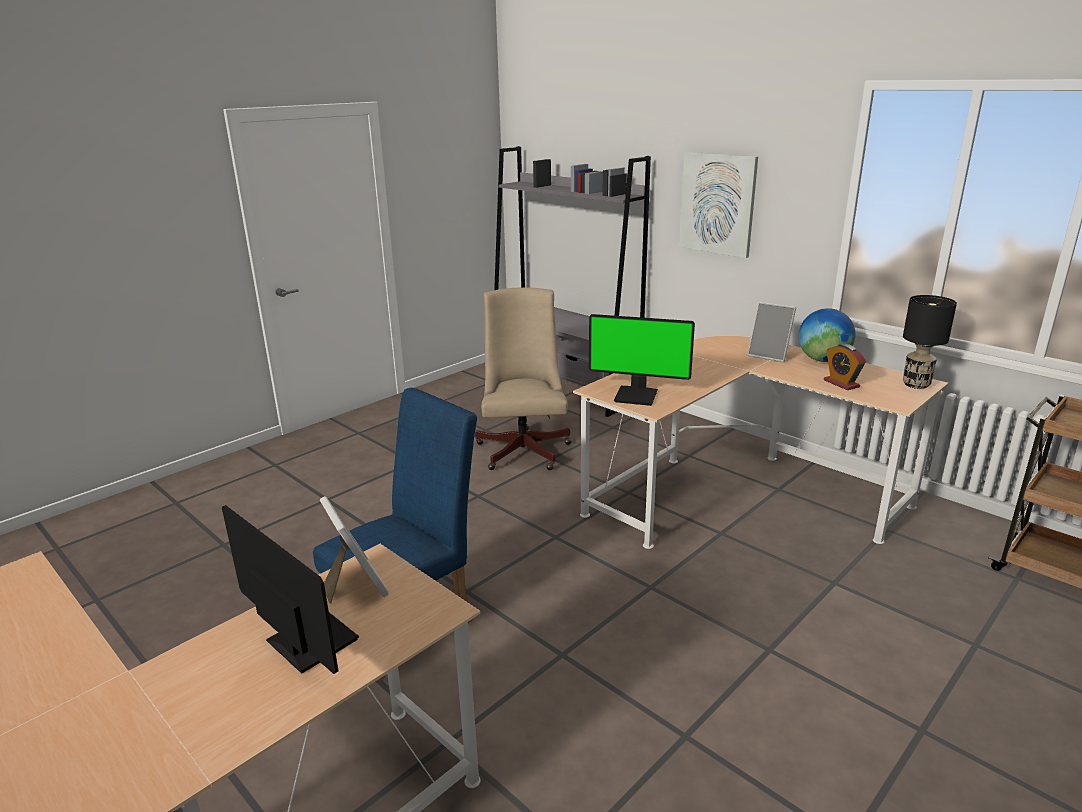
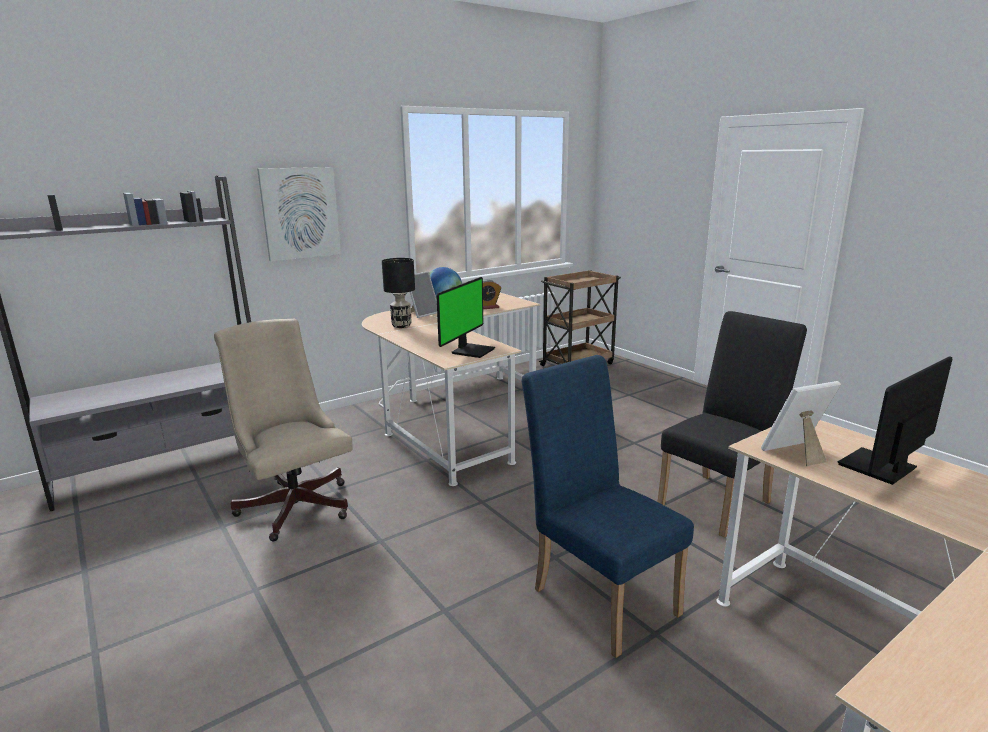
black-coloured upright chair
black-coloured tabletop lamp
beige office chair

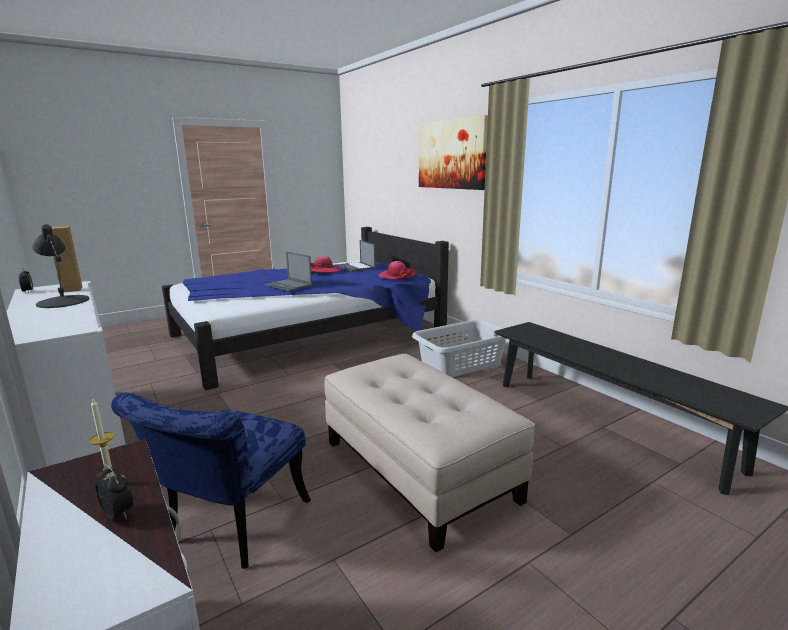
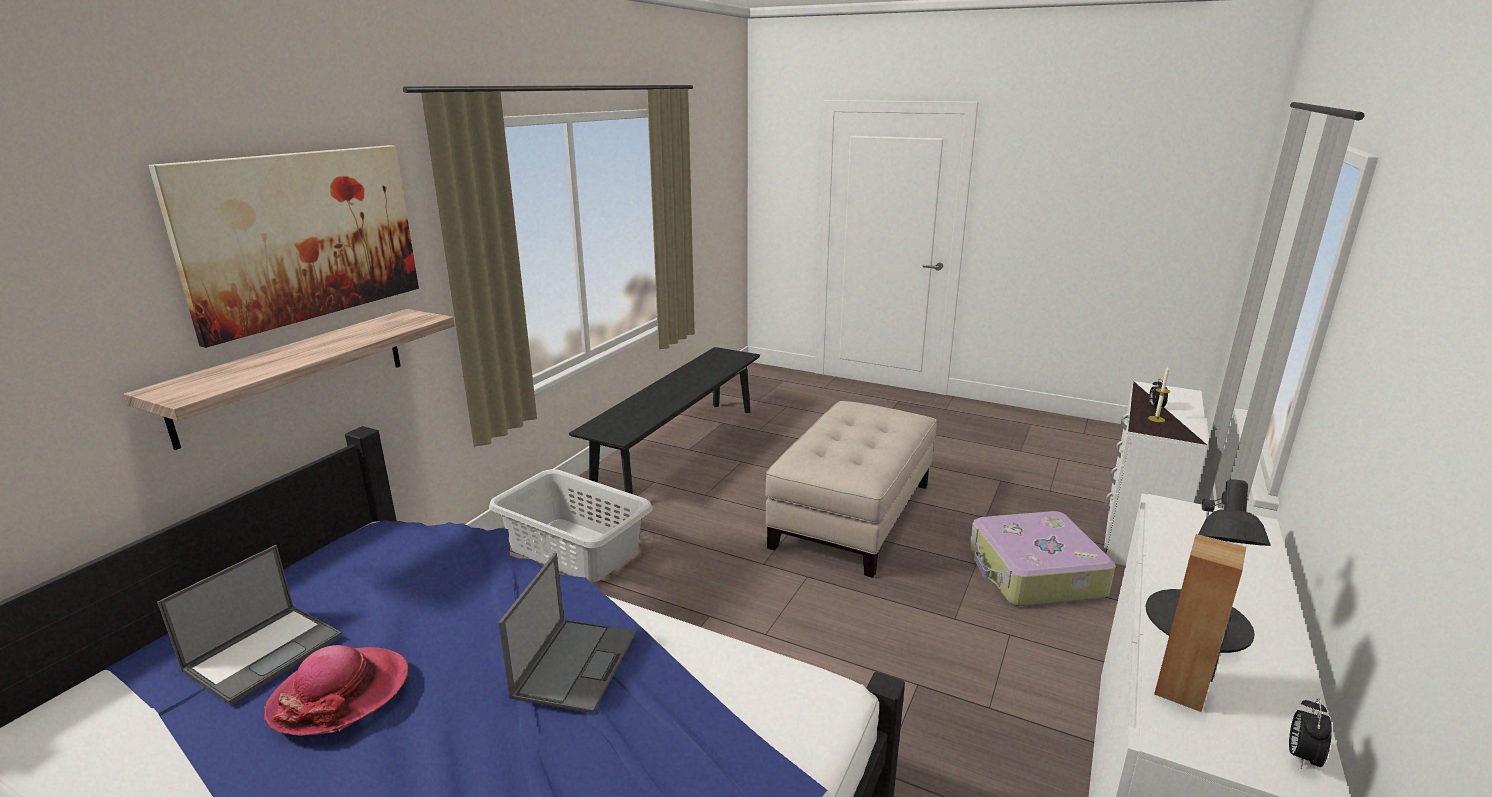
hat (no. 2 from left in the first image)
bracket shelf
travel case

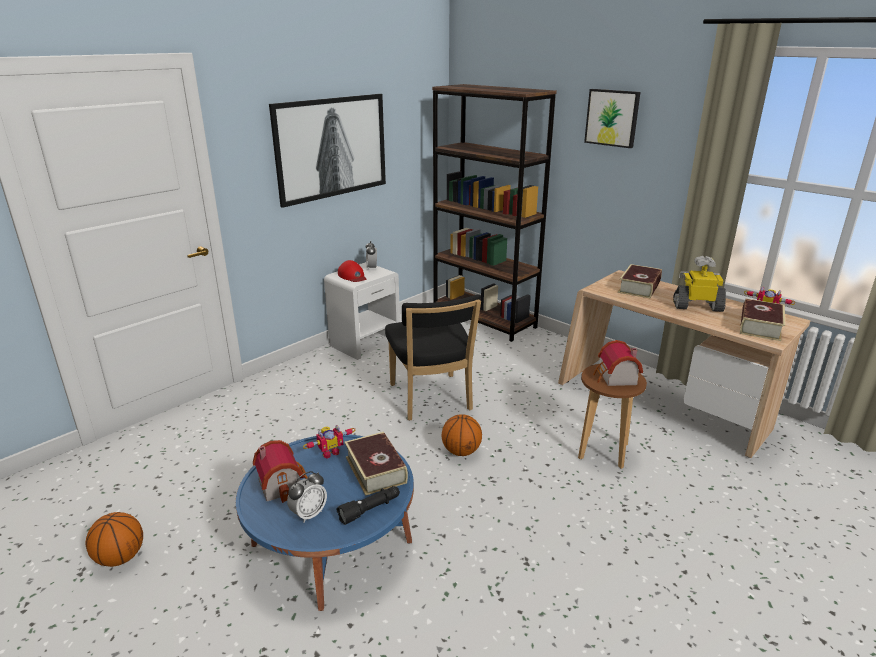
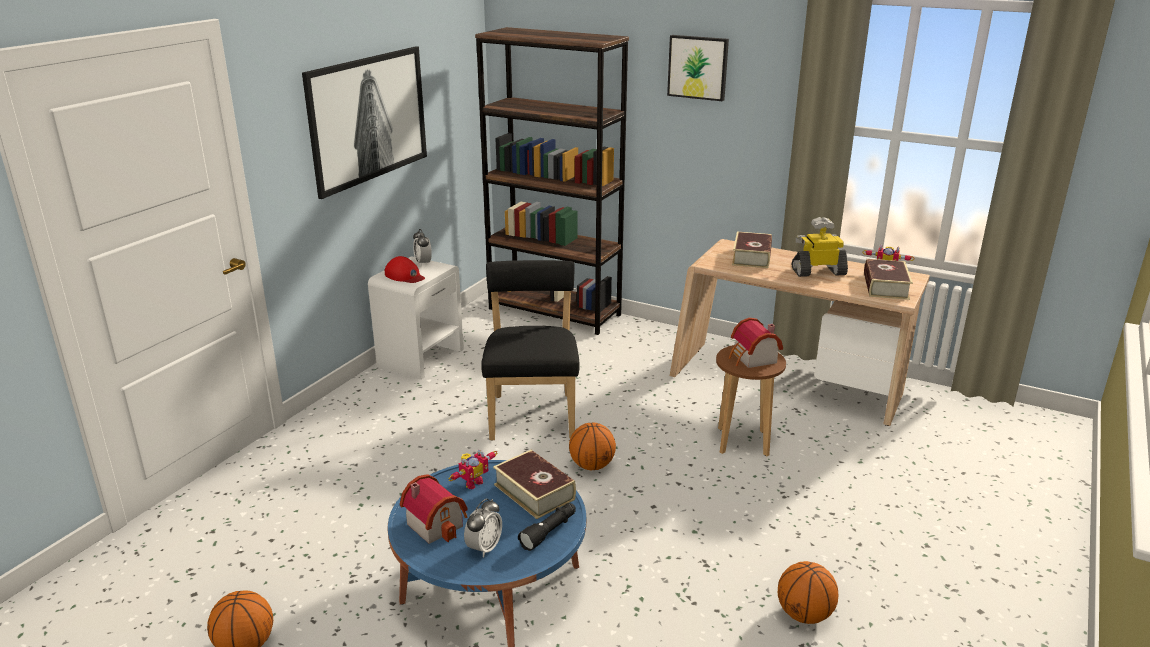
basketball (no. 3 from left)
black-coloured upright chair

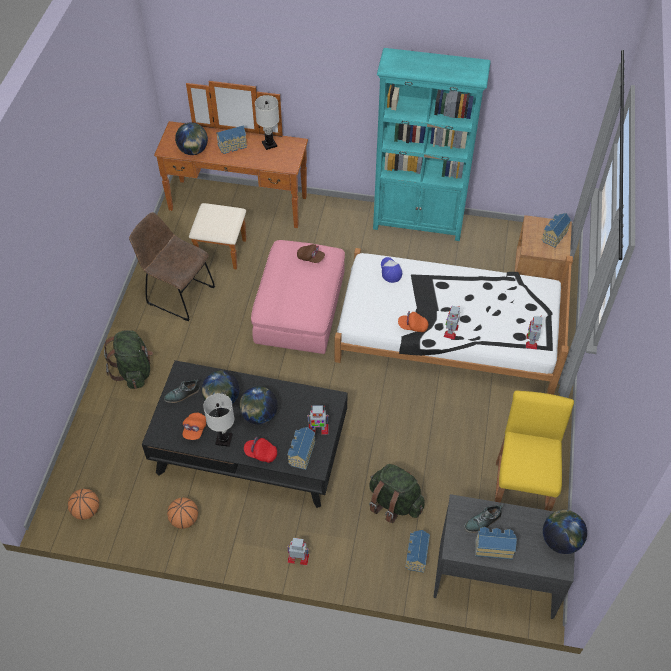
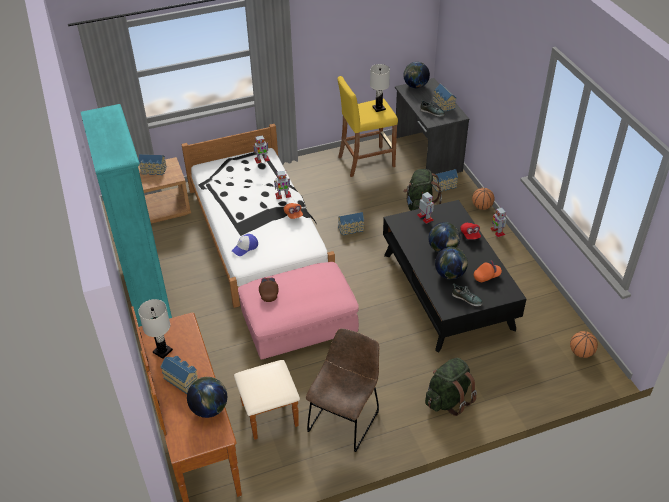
basketball (no. 1 from left)
white tabletop lamp (no. 2 from left)
model house (no. 3 from left)
brown upright chair

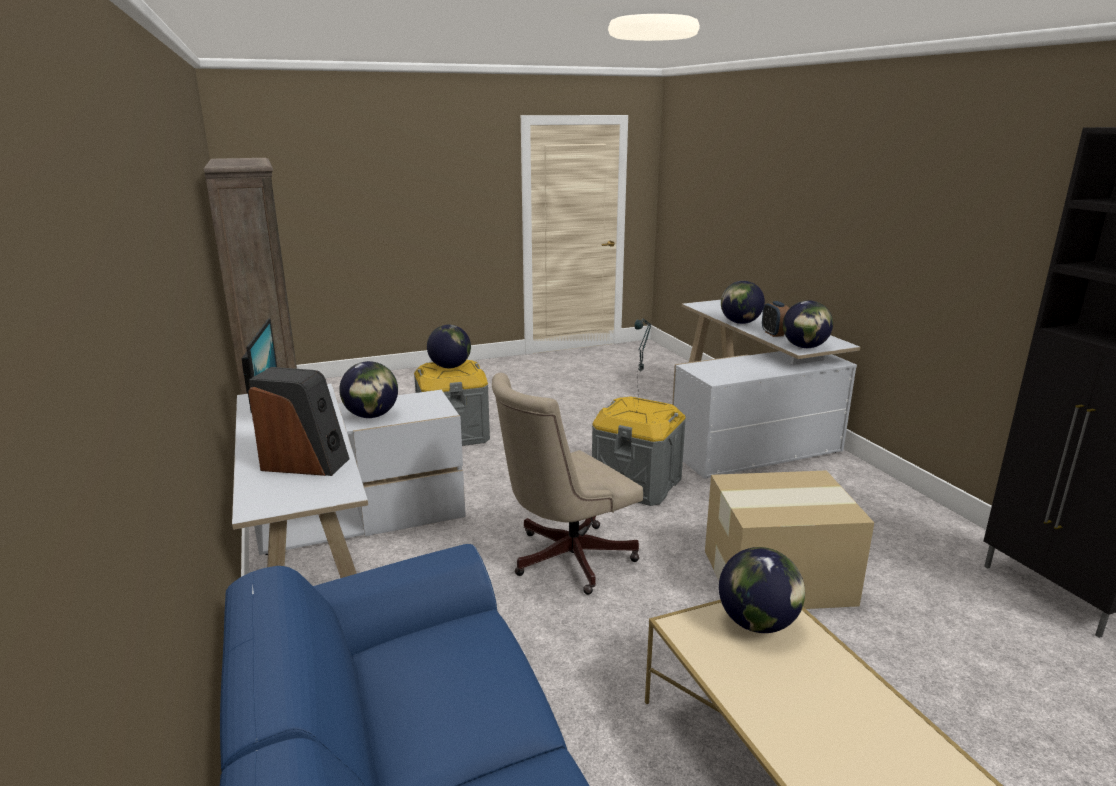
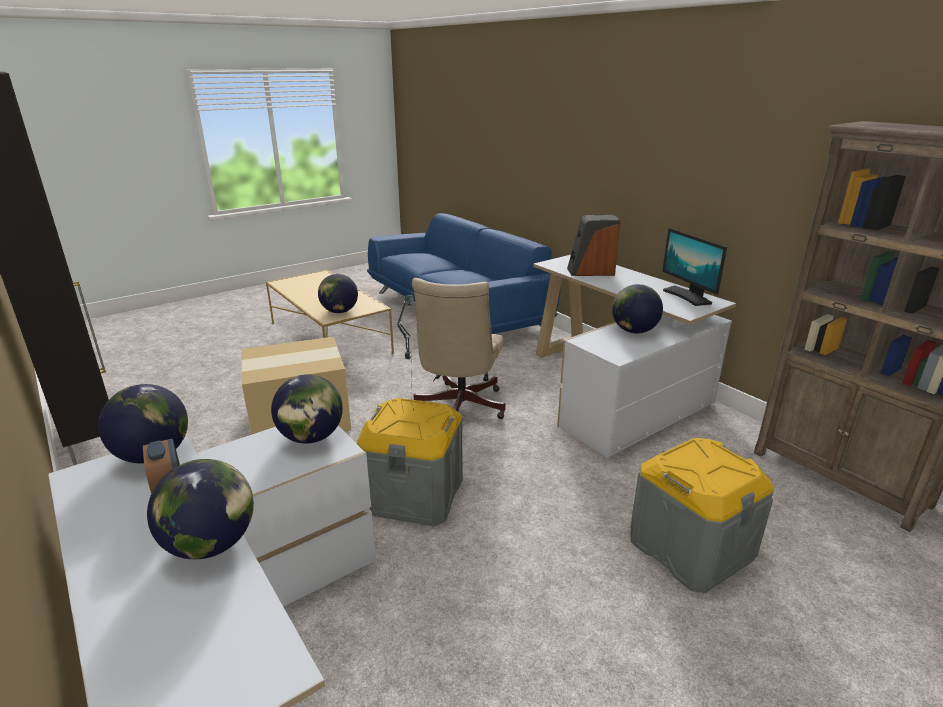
desk globe (no. 3 from left)
beige office chair

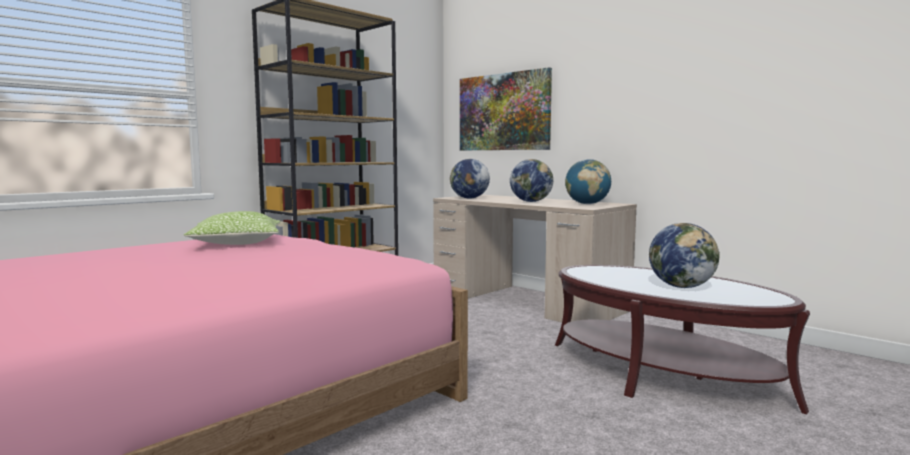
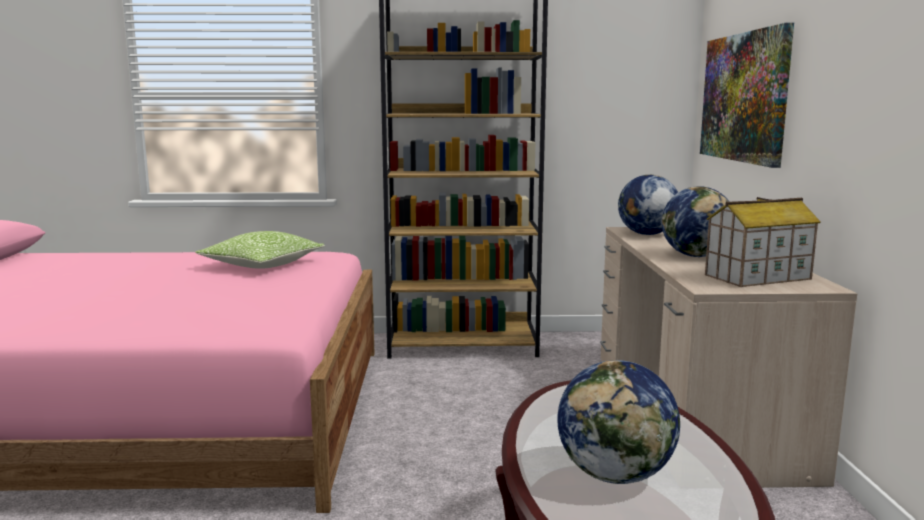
model house

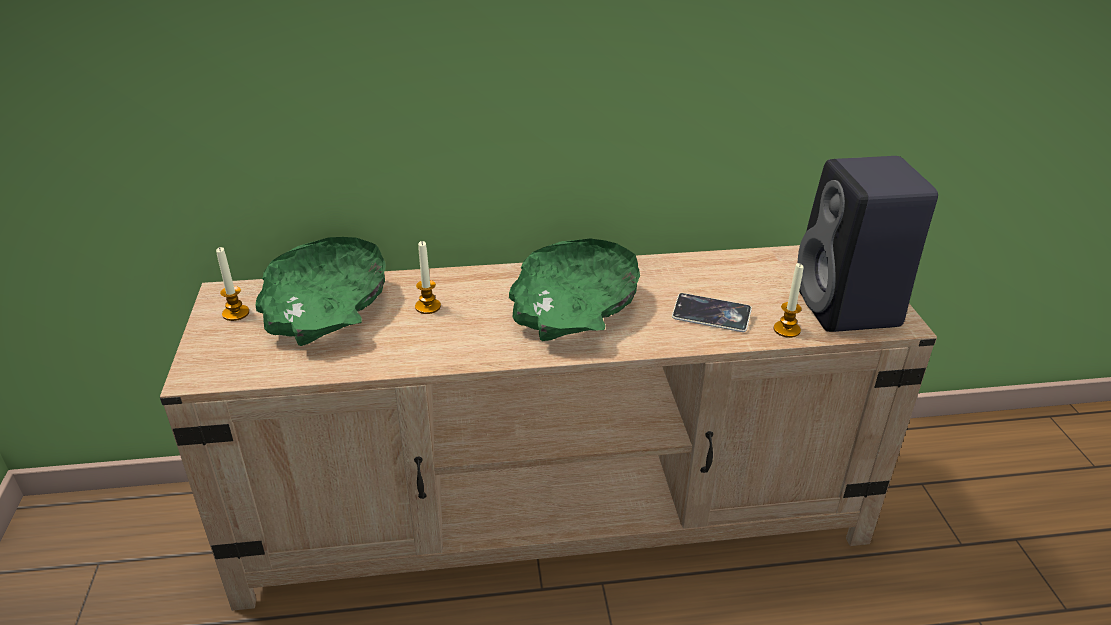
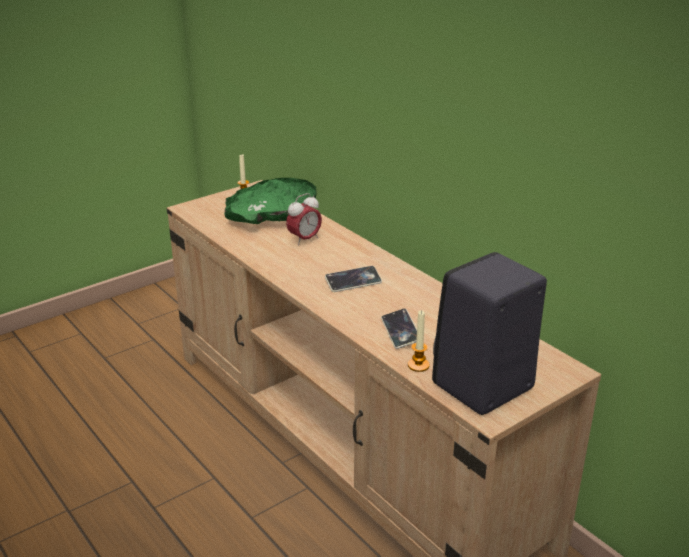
bedside clock
handset (no. 1 from left)

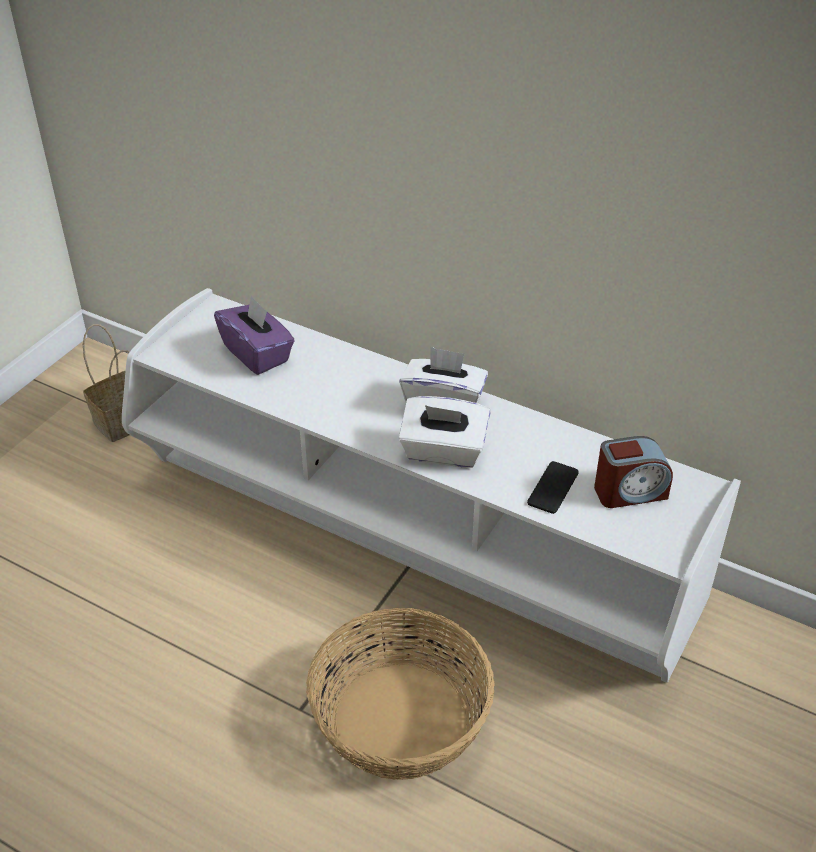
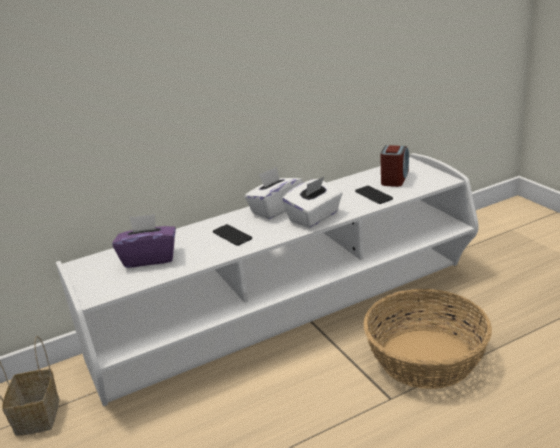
handset (no. 1 from left)

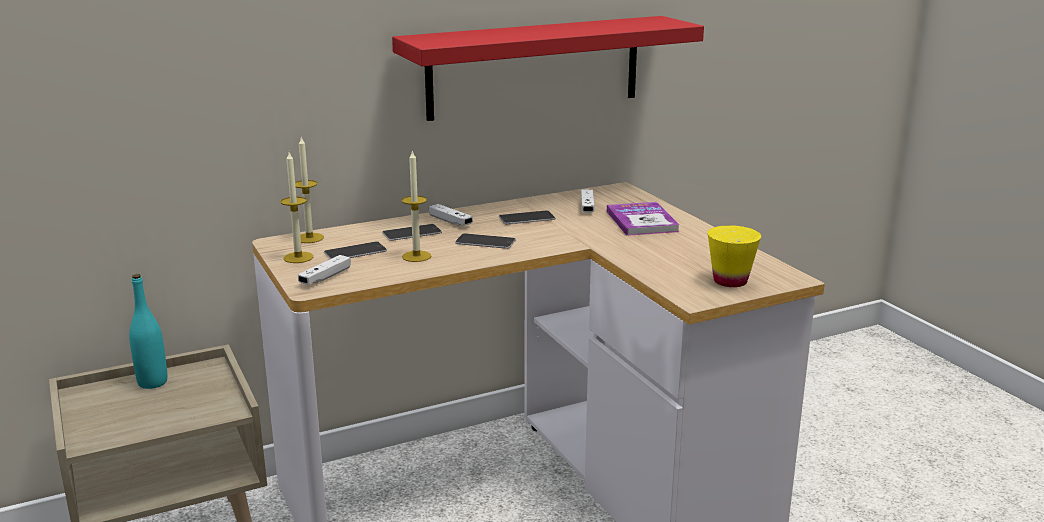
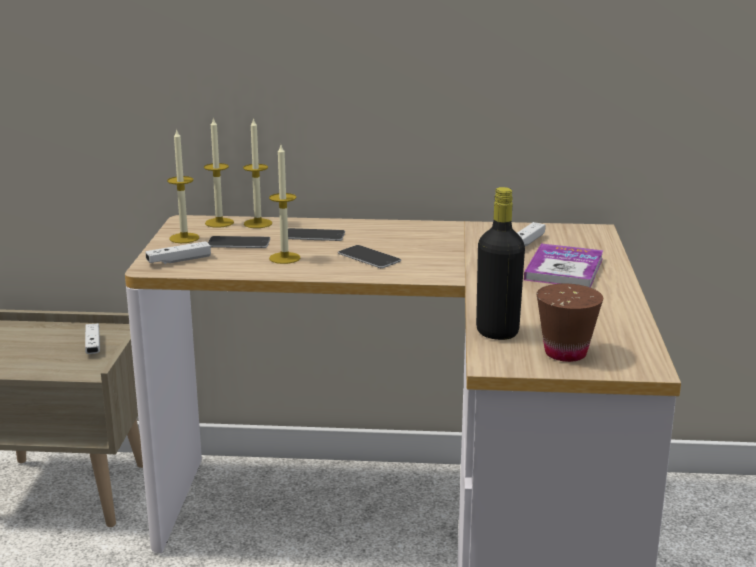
blue-green beverage bottle
reddish bracket shelf
handset (no. 4 from left in the first image)
wax candle (no. 3 from left)
black-coloured beverage bottle
white gamepad (no. 1 from left)
brown cup

